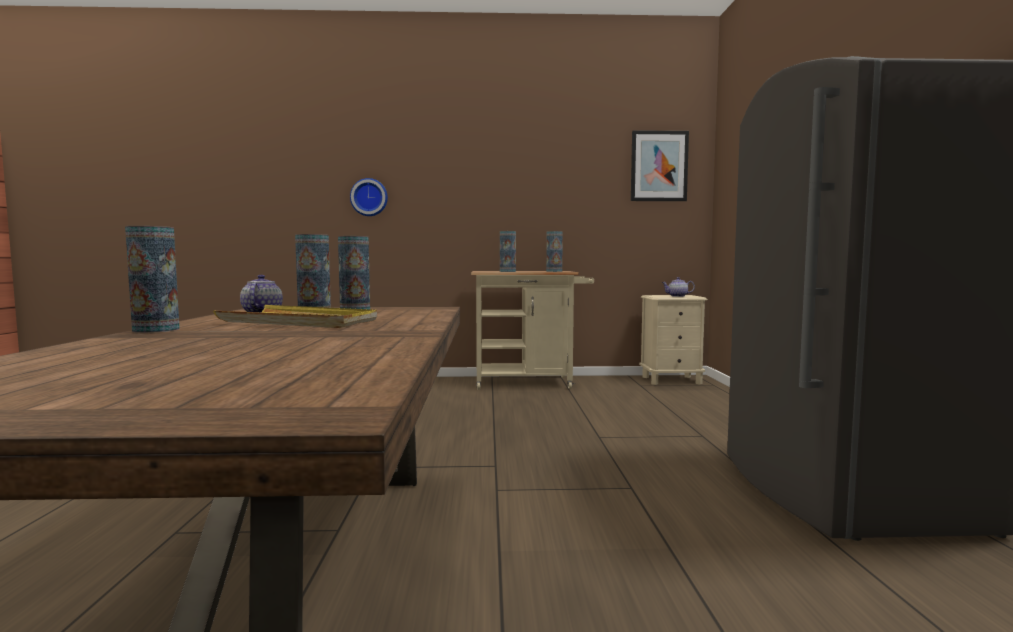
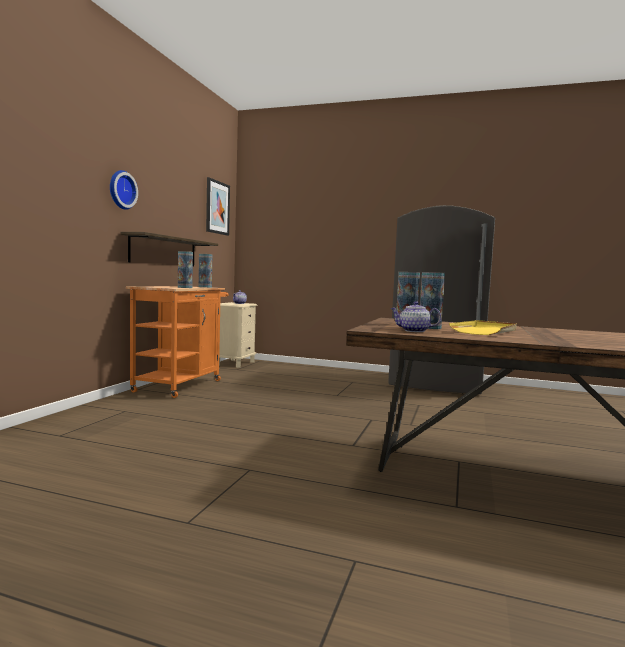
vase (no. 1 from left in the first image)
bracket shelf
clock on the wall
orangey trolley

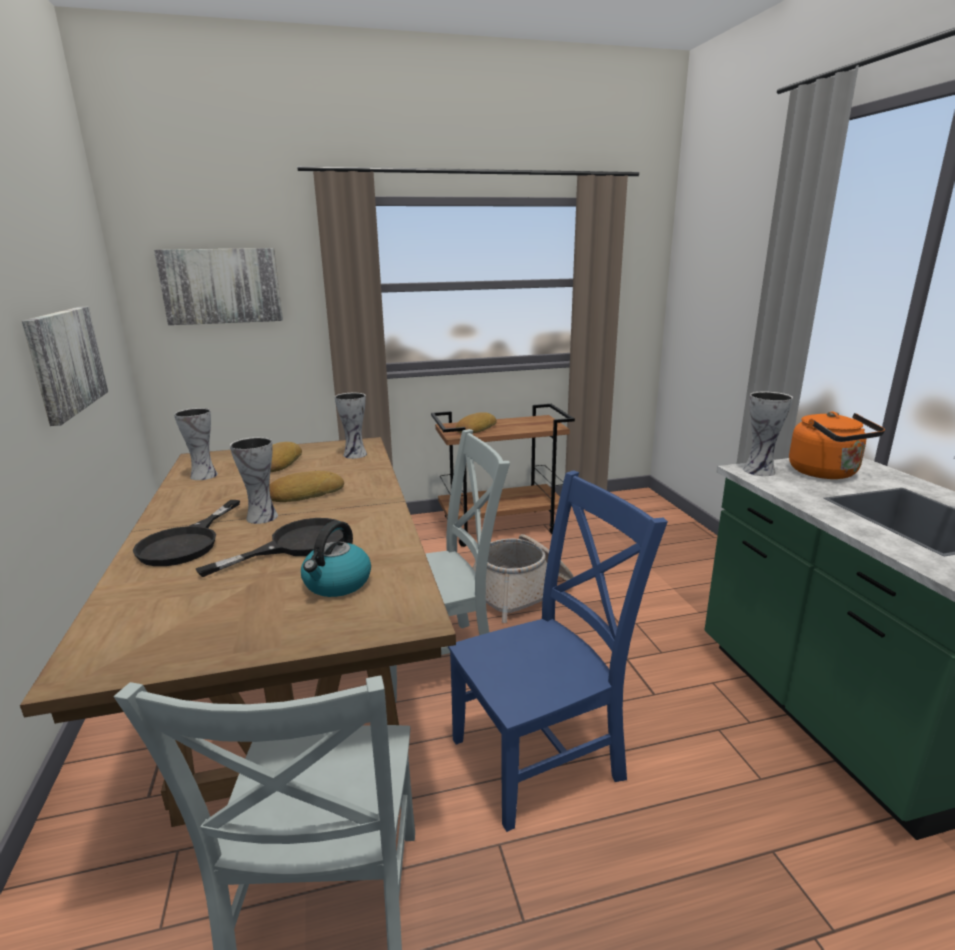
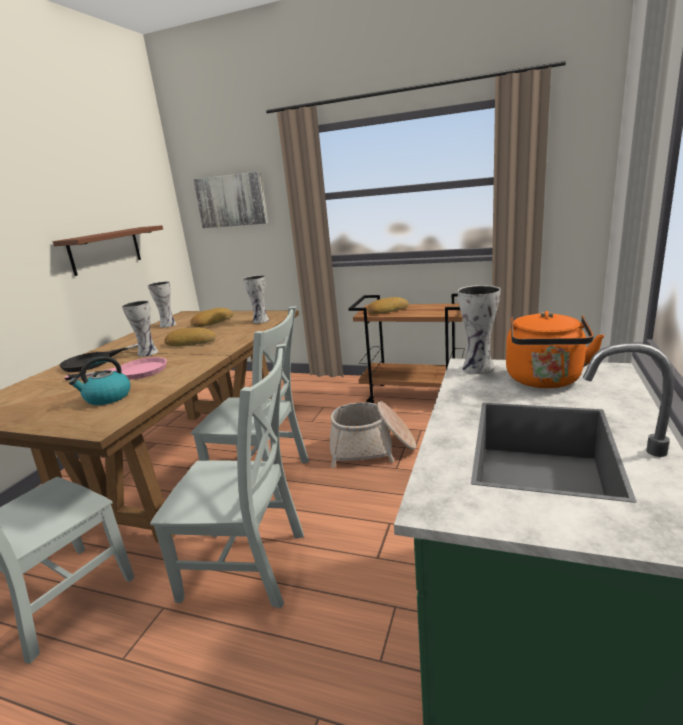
brown bracket shelf
pinkish skillet
grey upright chair (no. 2 from left)

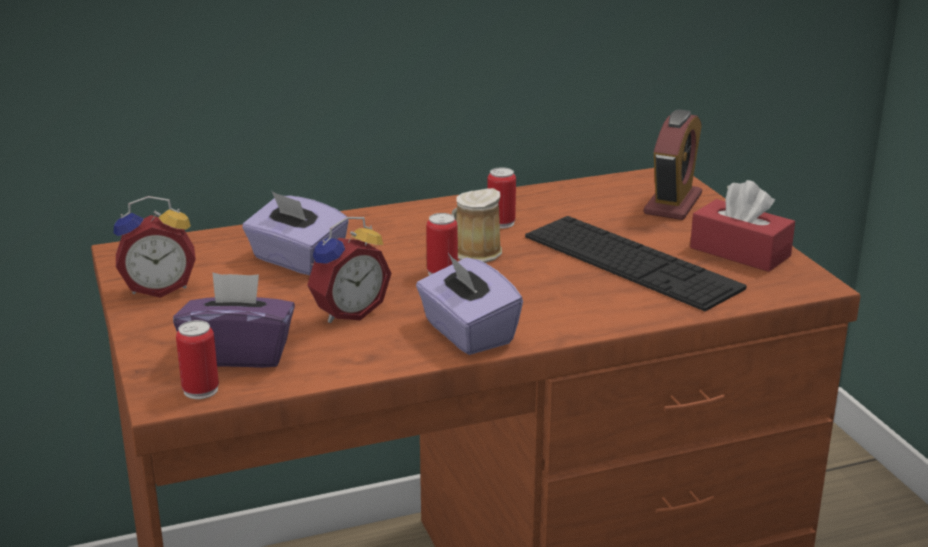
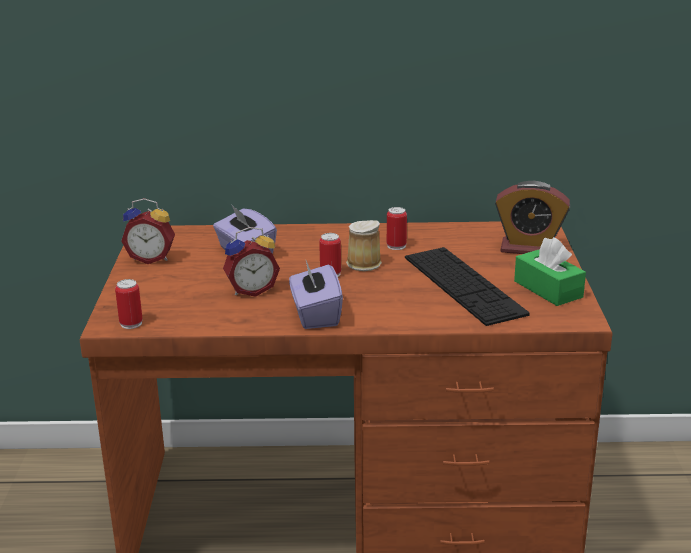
purple box of tissues (no. 1 from left in the first image)
green-coloured box of tissues
bedside clock (no. 3 from left)

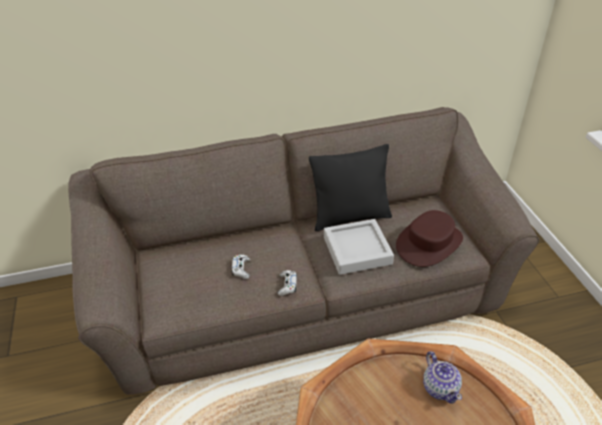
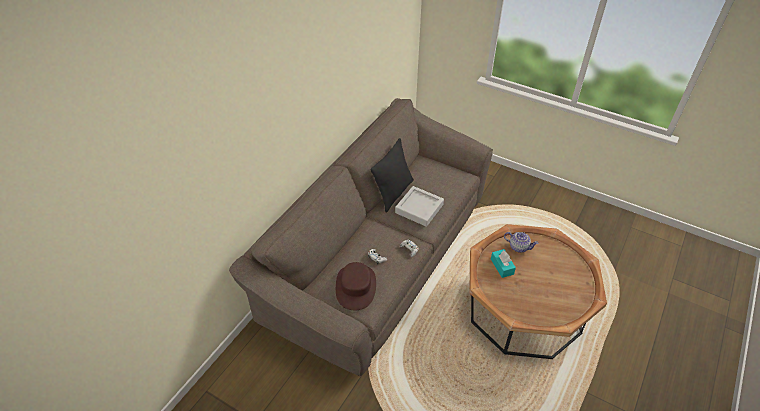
blue-green box of tissues
brown hat

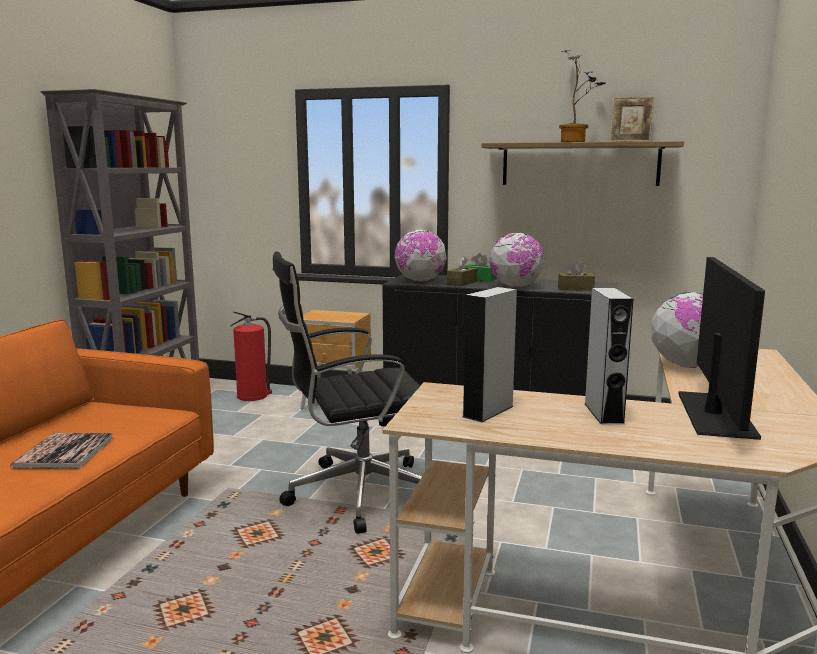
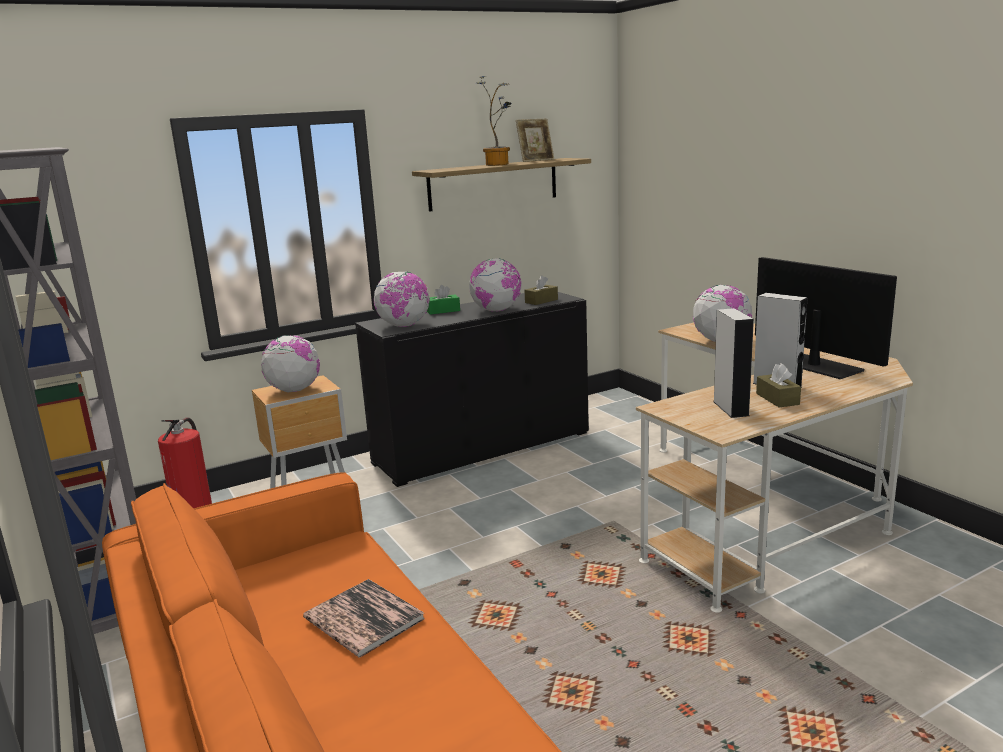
black-coloured office chair
desk globe (no. 1 from left)
brown box of tissues (no. 2 from left)

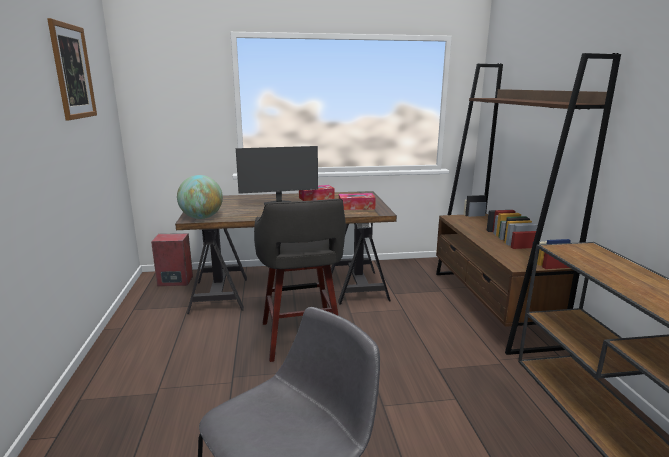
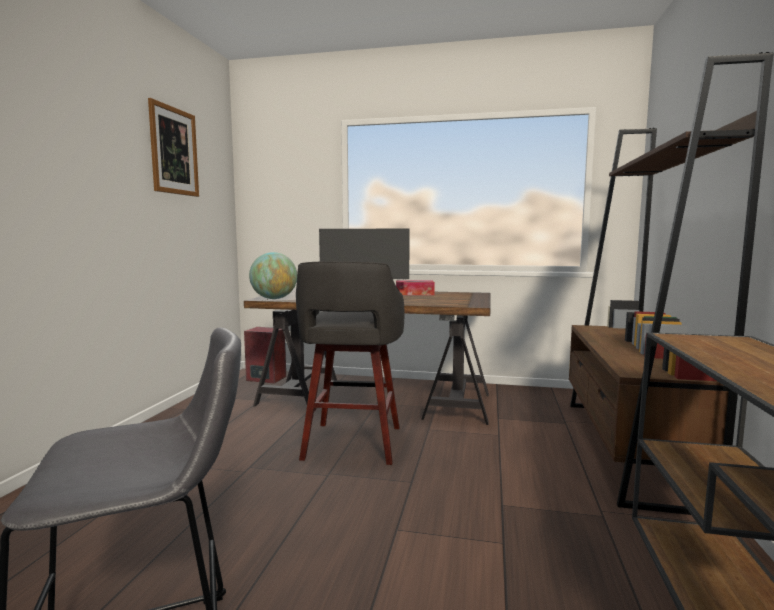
box of tissues (no. 2 from left in the first image)

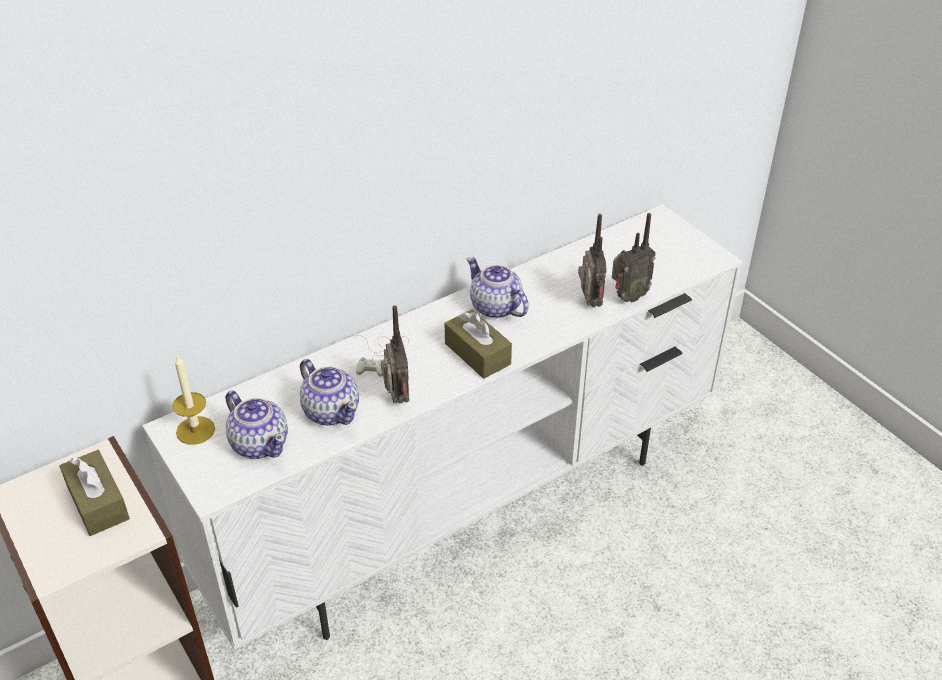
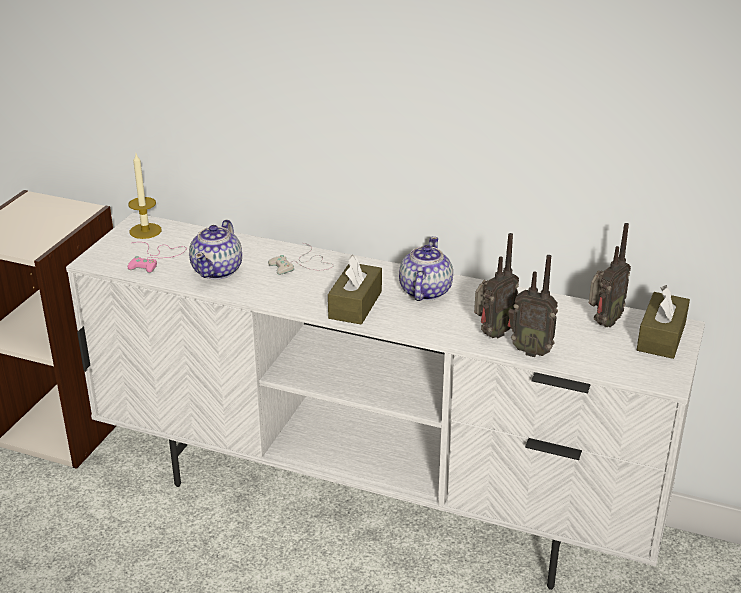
brown box of tissues (no. 2 from left)
radio (no. 3 from left)
pinkish gamepad

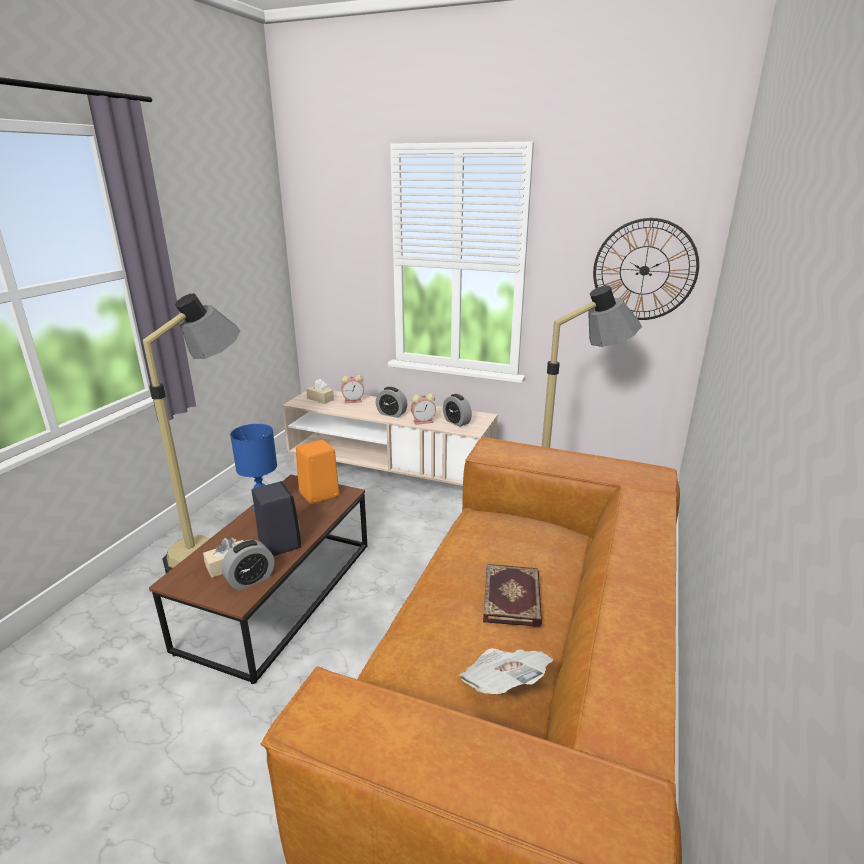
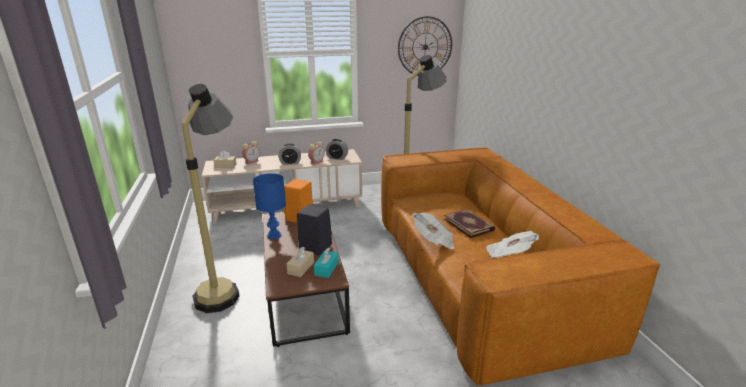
printed paper (no. 1 from left)
blue-green box of tissues

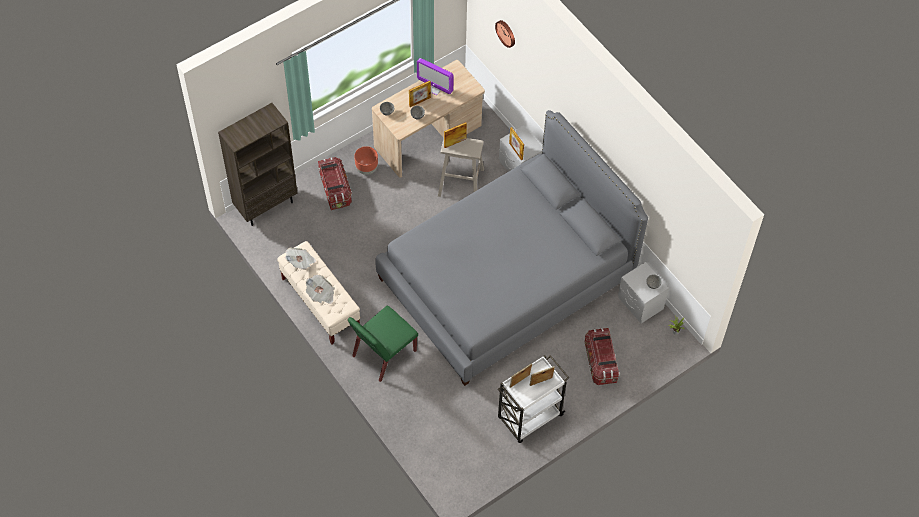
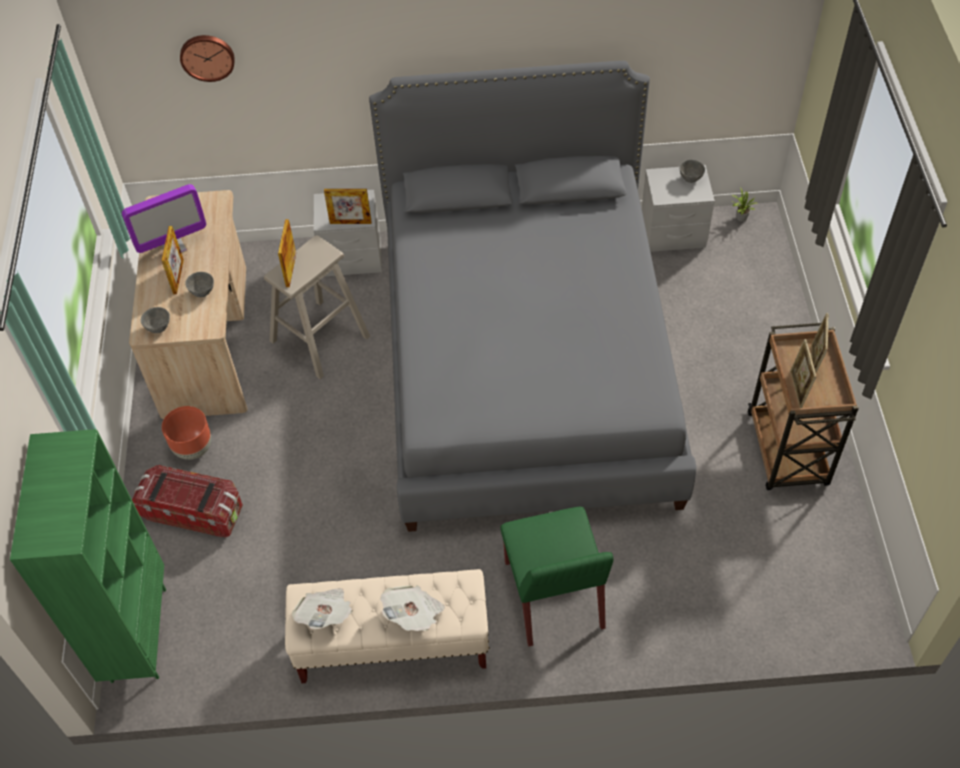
storage box (no. 2 from left in the first image)
green-coloured bookcase
brown trolley

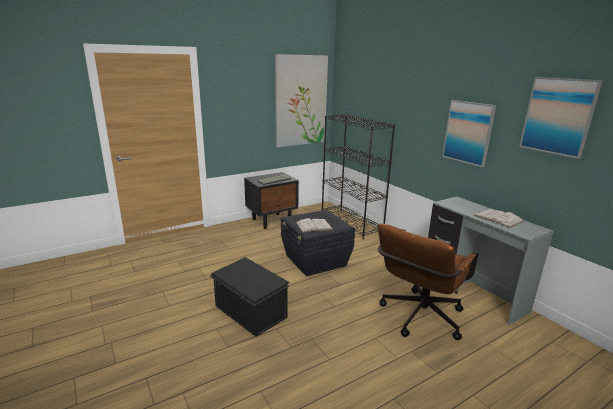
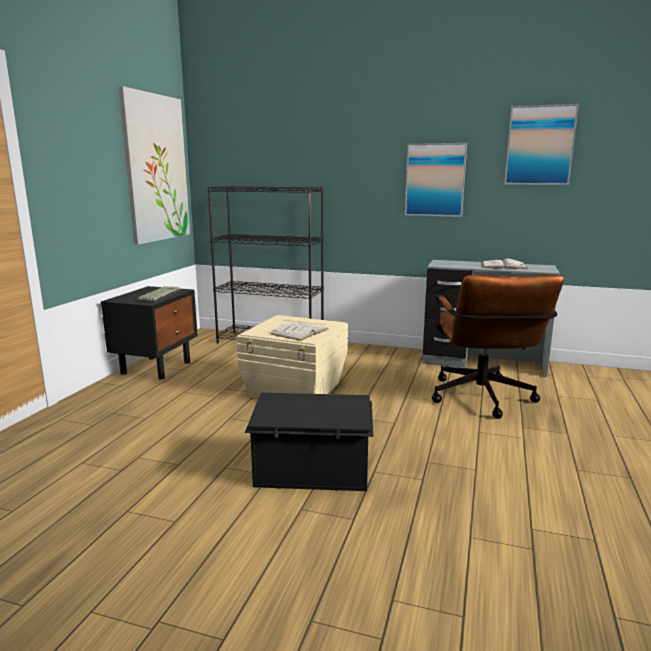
beige storage box

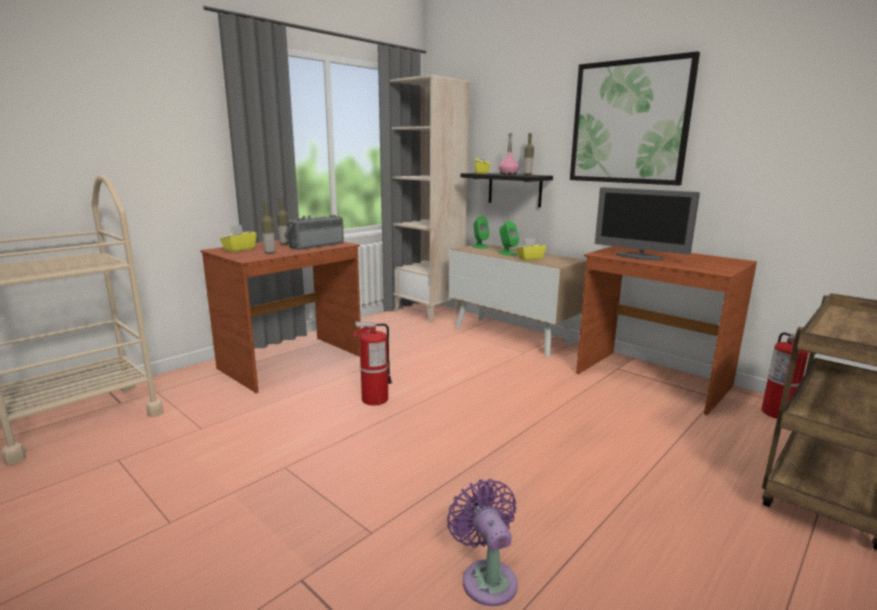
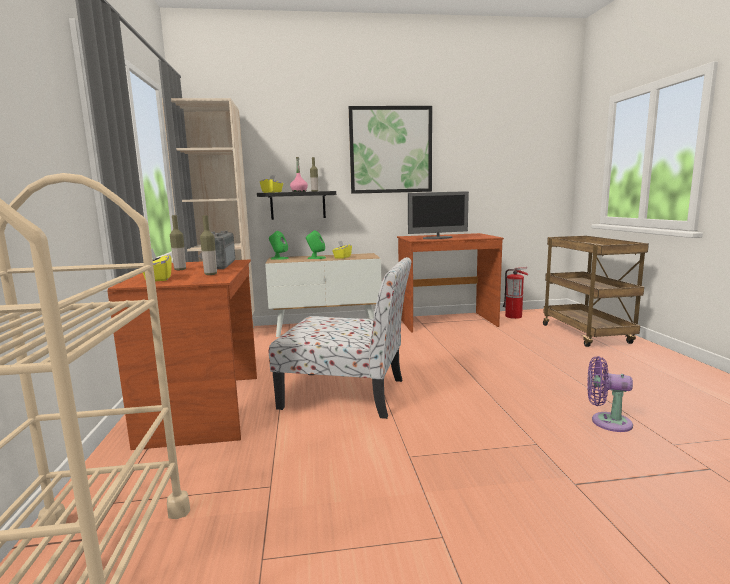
upright chair

